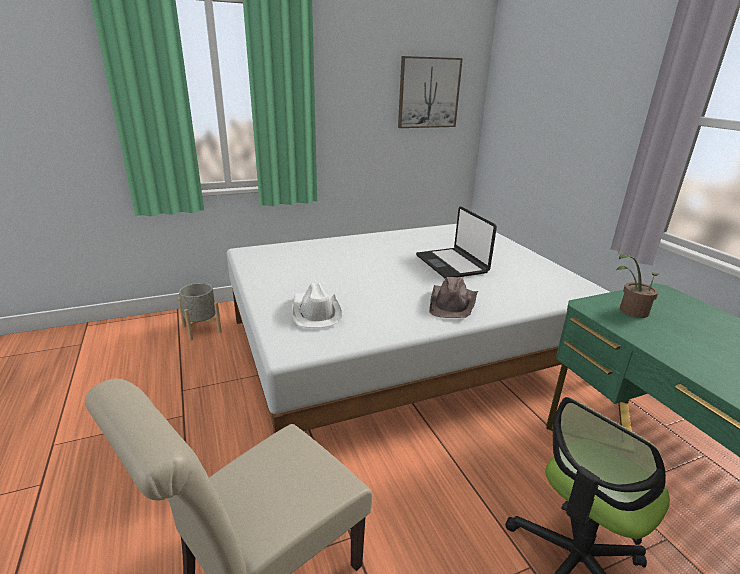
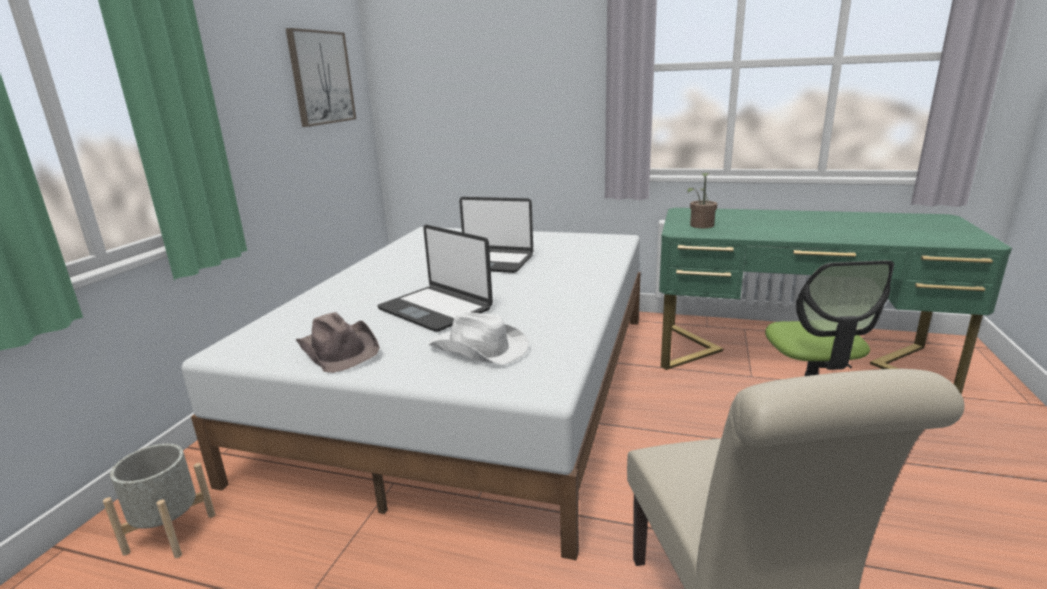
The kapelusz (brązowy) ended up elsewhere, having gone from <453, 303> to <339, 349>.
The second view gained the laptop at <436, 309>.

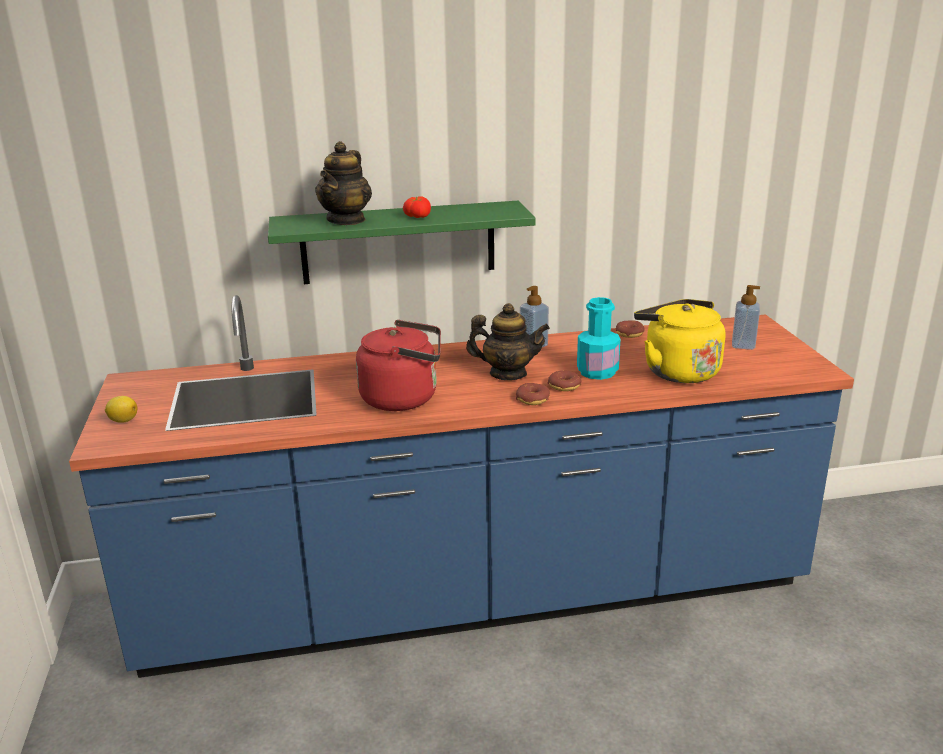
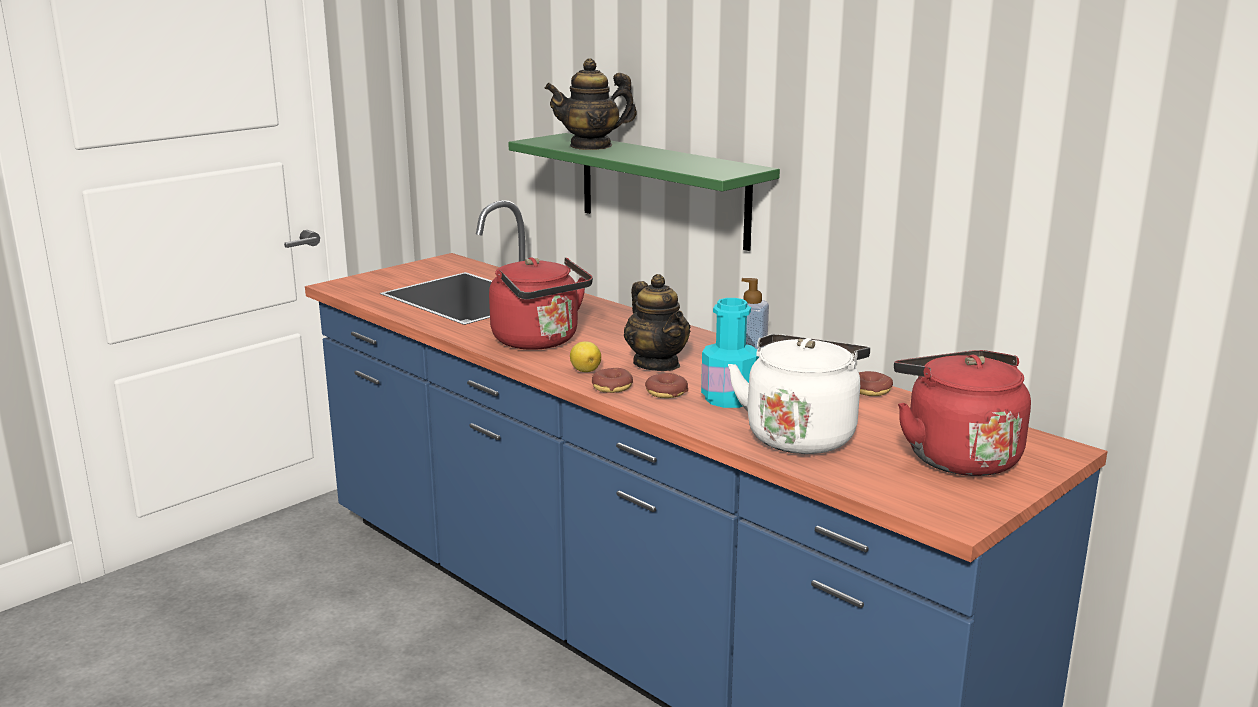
The second view lost the pomidor at <417, 217>.
Where the dozownik mydła stood at <743, 345>, the czajnik (czerwony) came to stand at <956, 456>.
What was the czajnik (żółty) at <677, 371> turned into the czajnik (biały) at <801, 435>.
The cytryna ended up elsewhere, having gone from <123, 420> to <585, 370>.

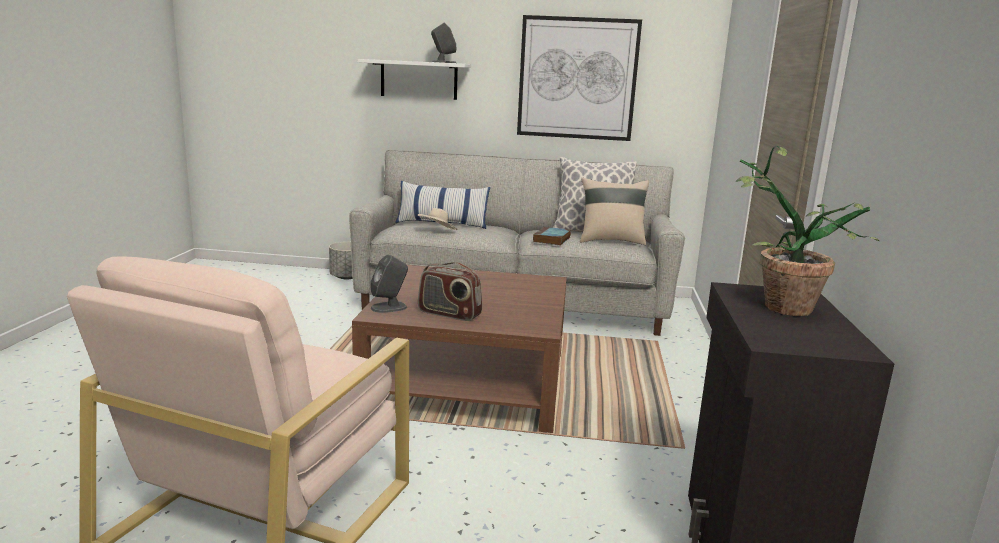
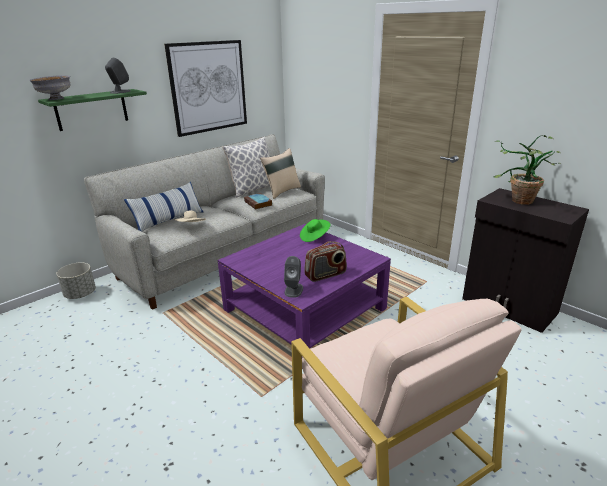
What was the półka (biały) at <419, 79> turned into the półka (zielony) at <91, 109>.
What was the ława (brązowy) at <468, 380> turned into the ława (fioletowy) at <304, 309>.
The second view gained the miska (szary) at <55, 99>.
The second view gained the kapelusz (zielony) at <314, 237>.

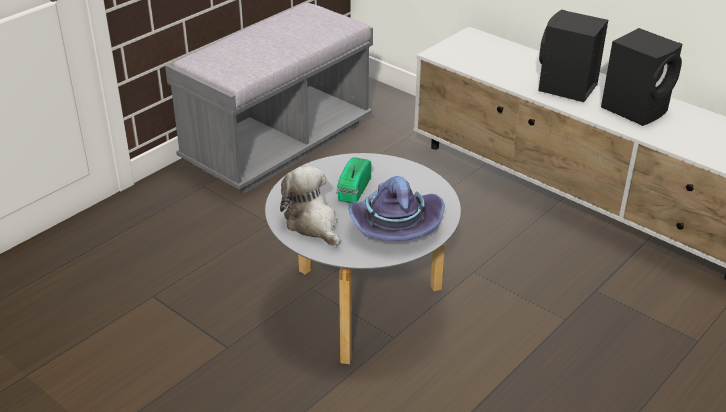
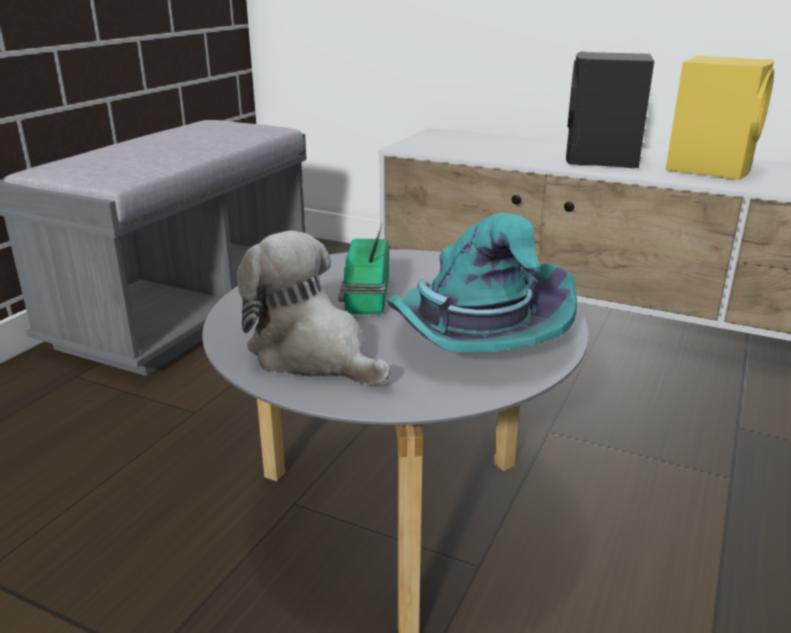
What was the głośnik (czarny) at <636, 109> turned into the głośnik (żółty) at <710, 168>.
What was the kapelusz (fioletowy) at <393, 226> turned into the kapelusz (turkusowy) at <472, 337>.

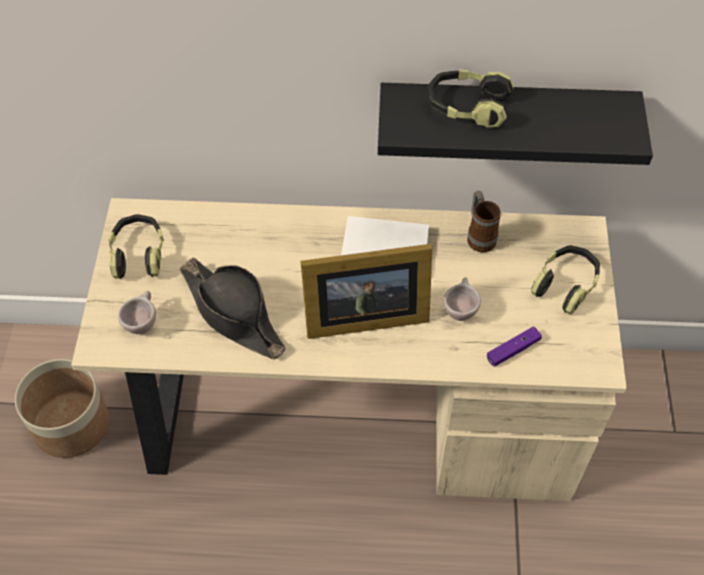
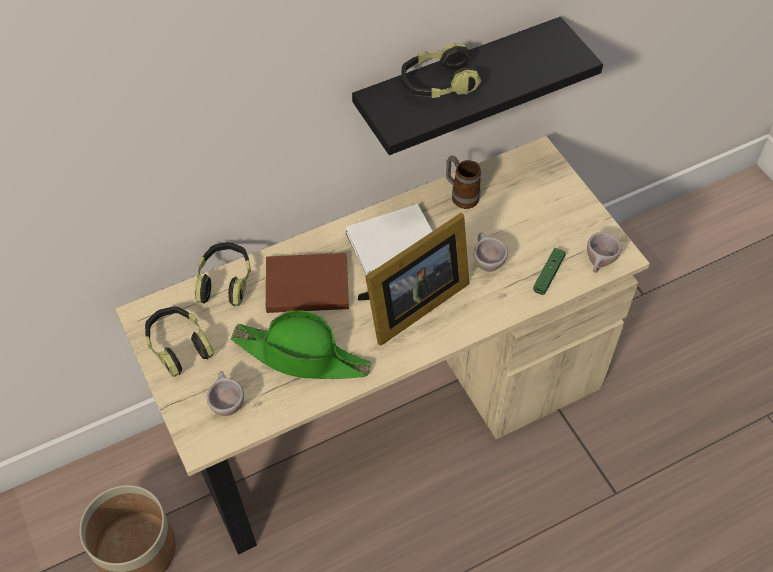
The słuchawki ended up elsewhere, having gone from <565, 285> to <225, 281>.
What was the kapelusz (czarny) at <233, 314> turned into the kapelusz (zielony) at <302, 356>.
What was the pad do gier (fioletowy) at <513, 350> turned into the pad do gier (zielony) at <548, 275>.
The second view gained the filiżanka (beżowy) at <599, 265>.
The second view gained the książka (brązowy) at <304, 284>.

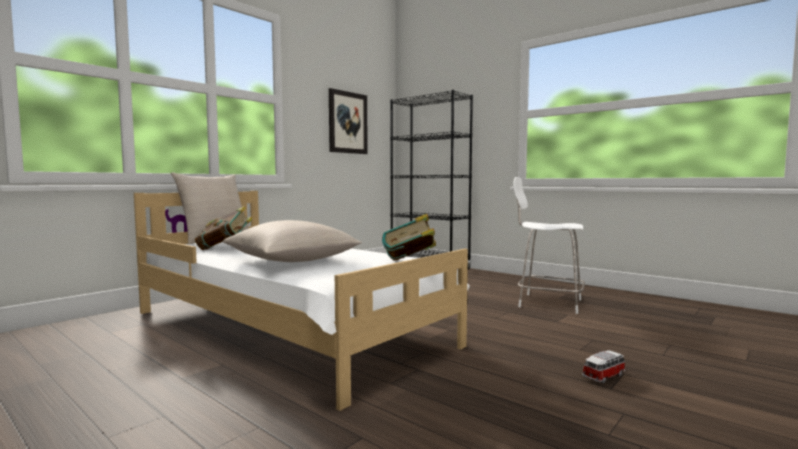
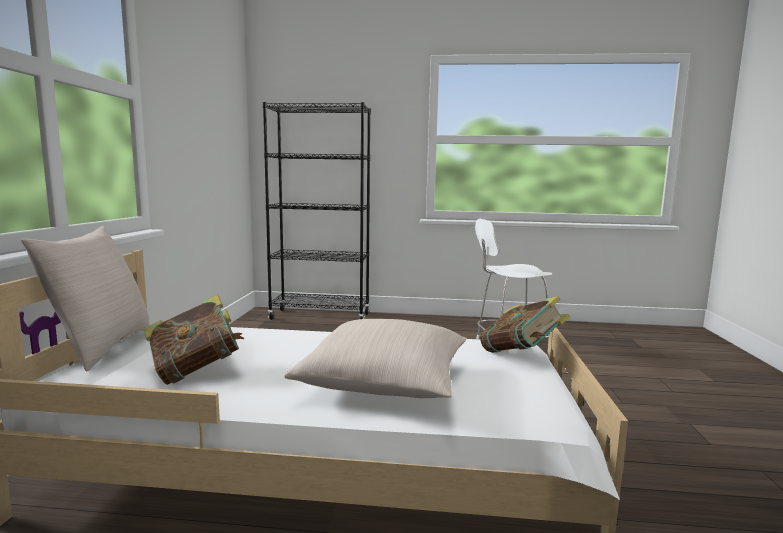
The second view lost the obraz at <348, 122>.
The second view lost the samochodzik at <604, 376>.

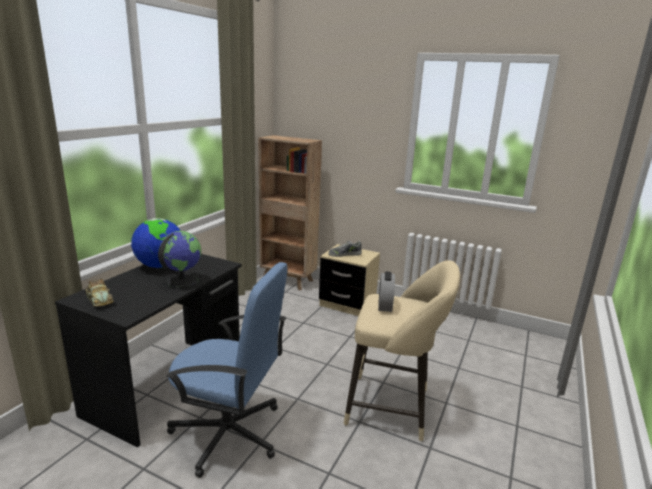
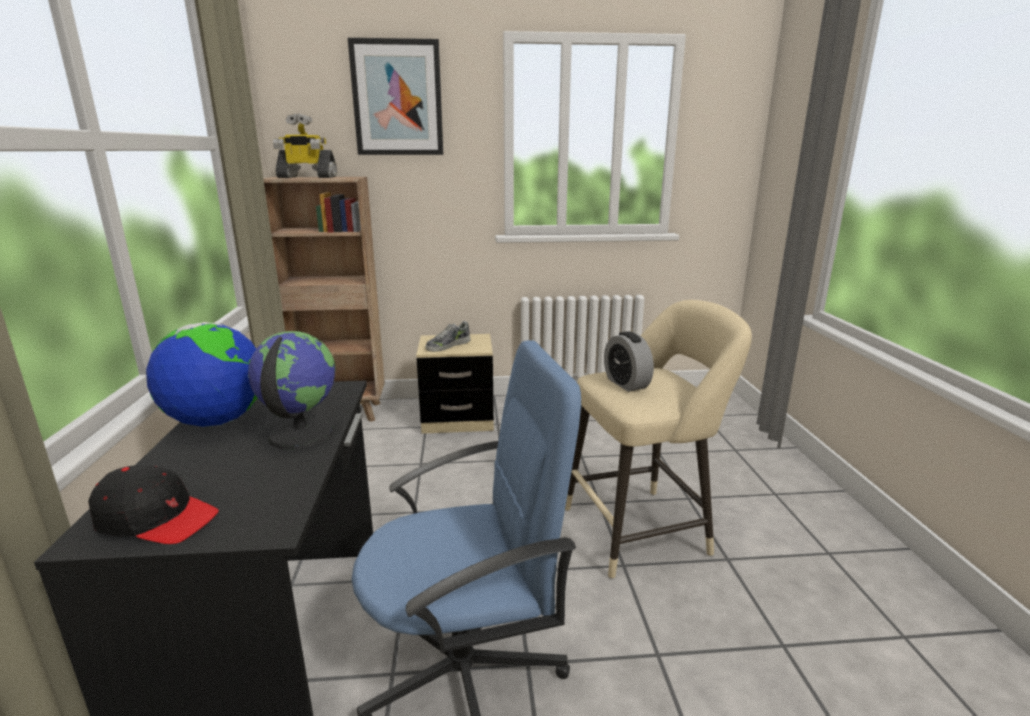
Where the samochodzik stood at <99, 299>, the czapka z daszkiem (czarny) came to stand at <157, 518>.
The second view gained the obraz at <397, 98>.
The second view gained the robot zabawkowy at <307, 177>.

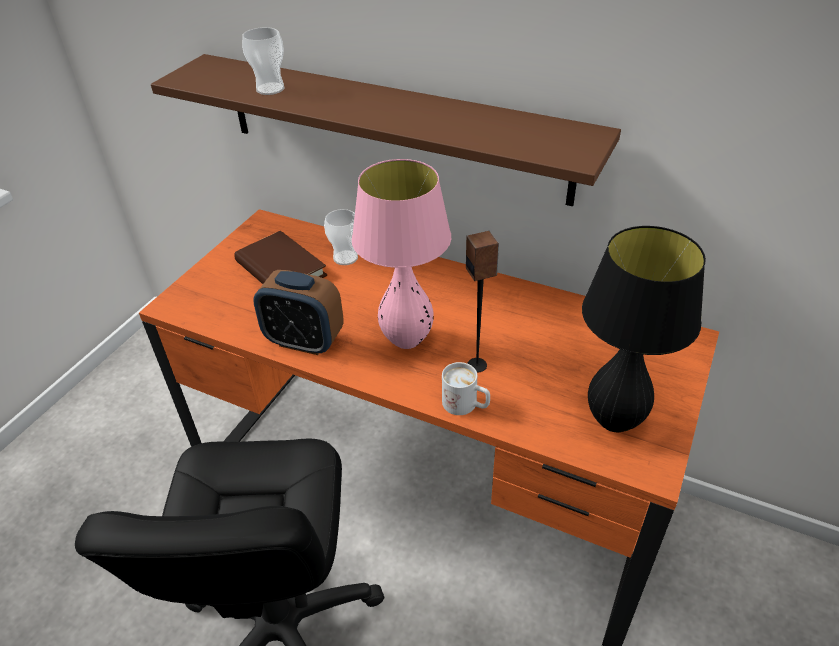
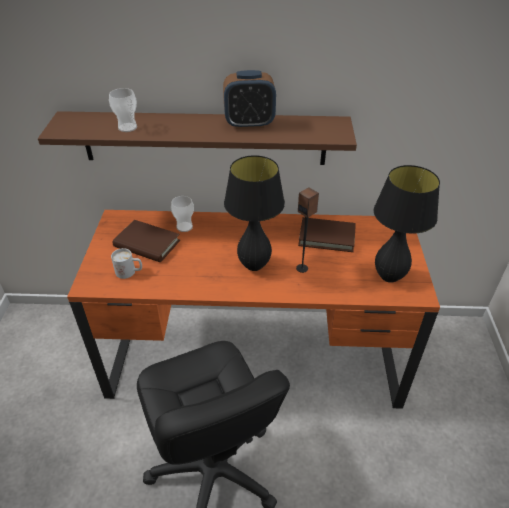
What was the lampa stołowa (różowy) at <407, 340> turned into the lampa stołowa (czarny) at <254, 265>.
The budzik ended up elsewhere, having gone from <304, 341> to <249, 124>.
The kubek (biały) ended up elsewhere, having gone from <466, 405> to <129, 272>.
The second view gained the książka (brązowy) at <326, 237>.

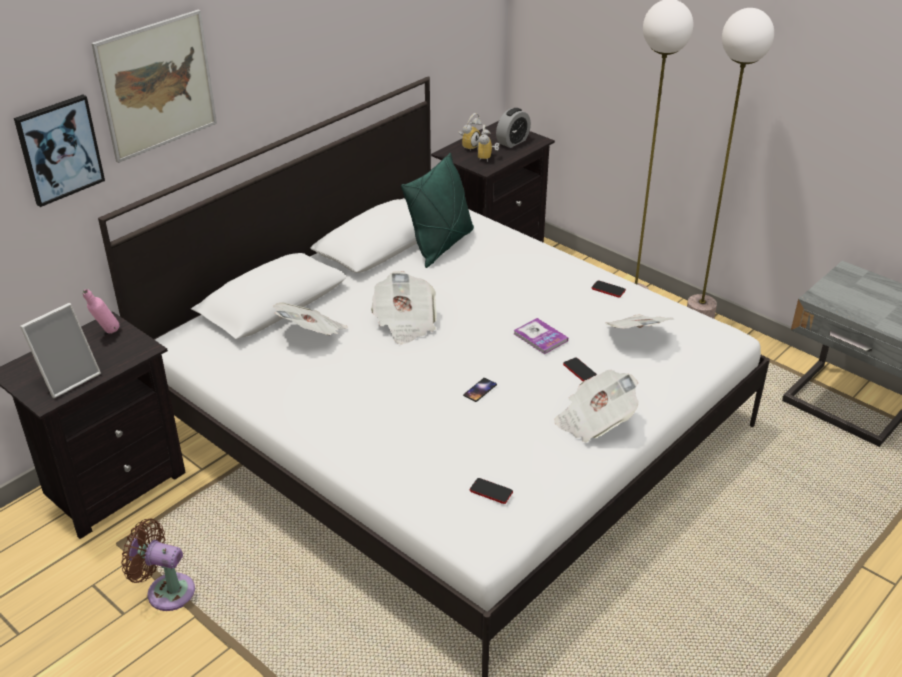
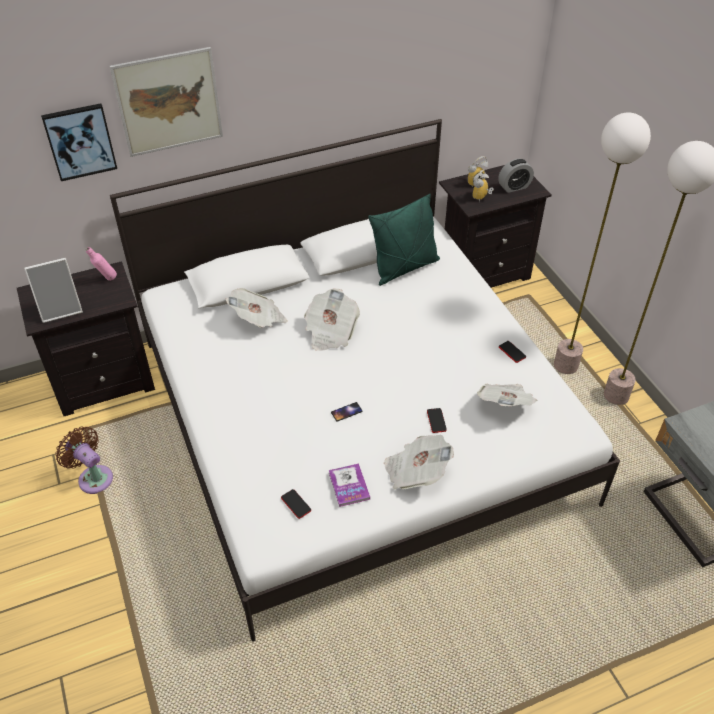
The książka ended up elsewhere, having gone from <540, 337> to <349, 486>.

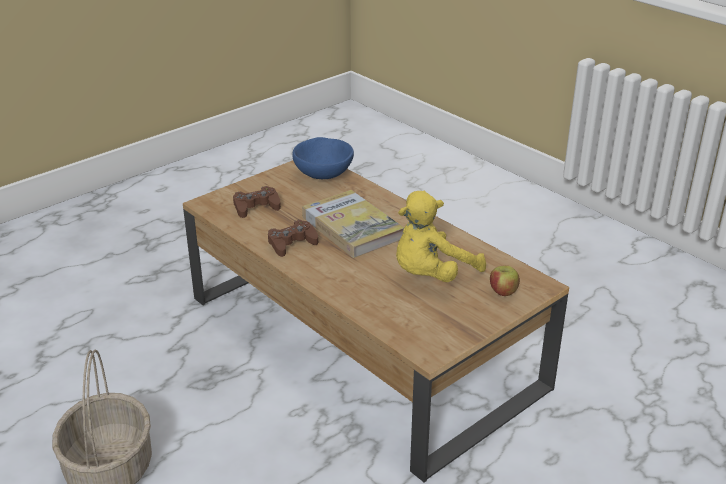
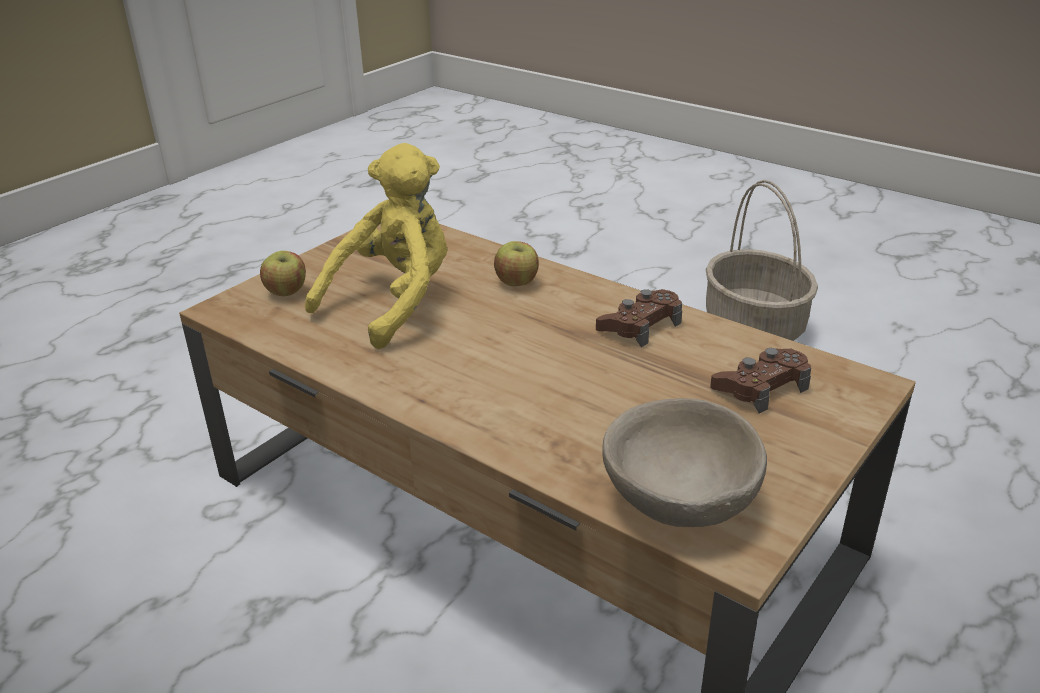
What was the miska (niebieski) at <324, 174> turned into the miska (beżowy) at <677, 500>.
The second view lost the książka at <352, 227>.
The second view gained the jabłko at <517, 282>.

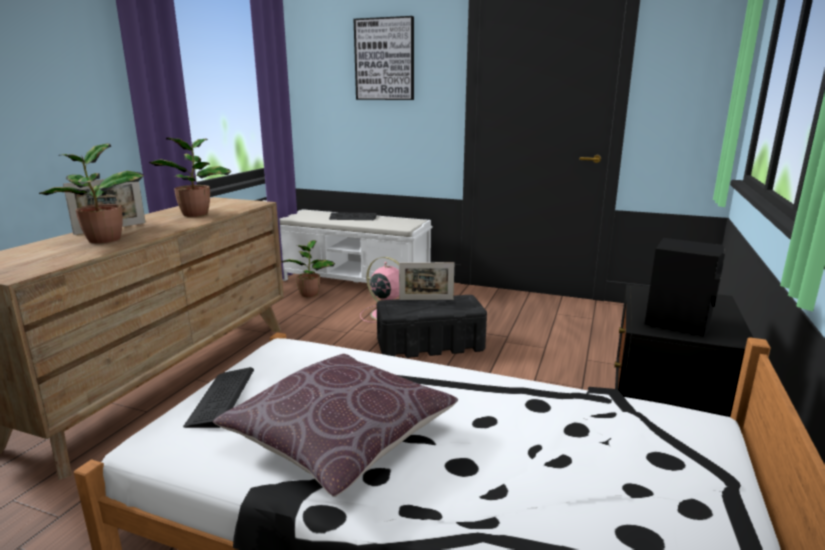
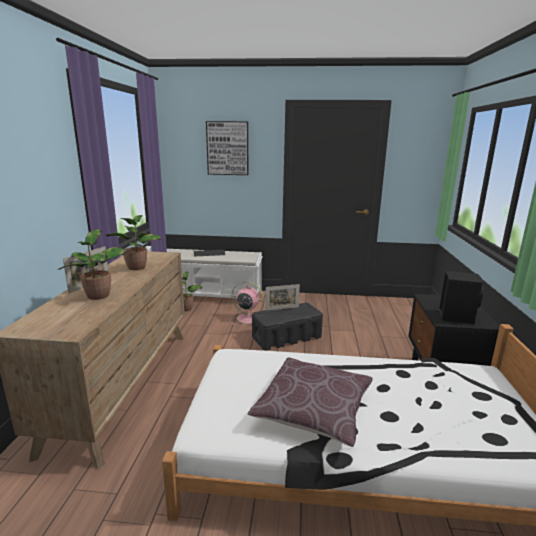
The second view lost the klawiatura at <221, 399>.

